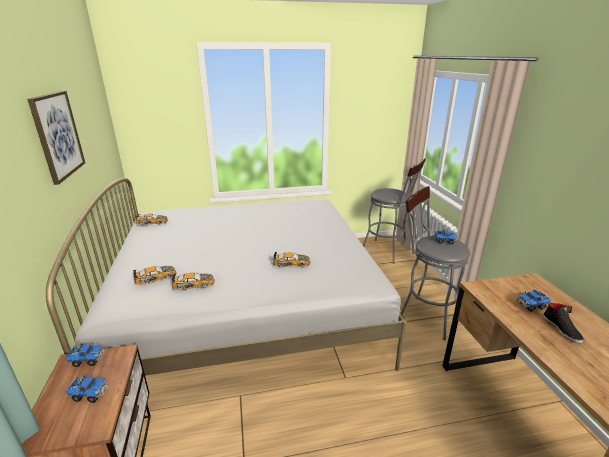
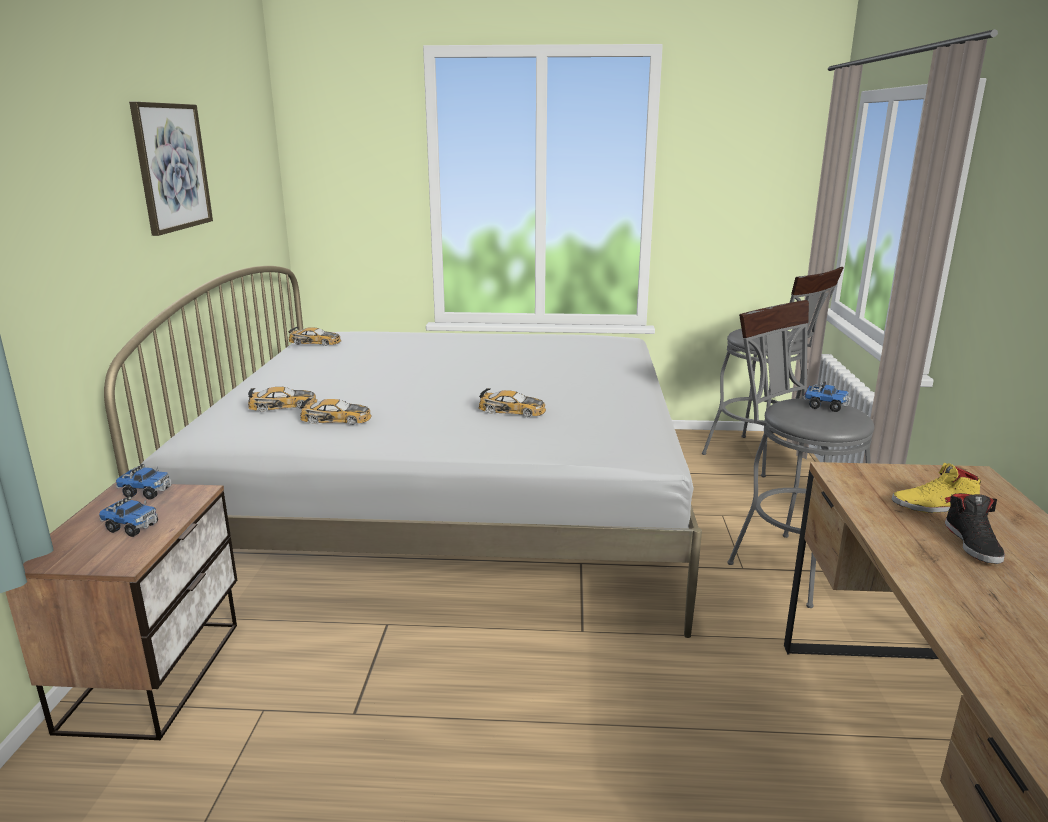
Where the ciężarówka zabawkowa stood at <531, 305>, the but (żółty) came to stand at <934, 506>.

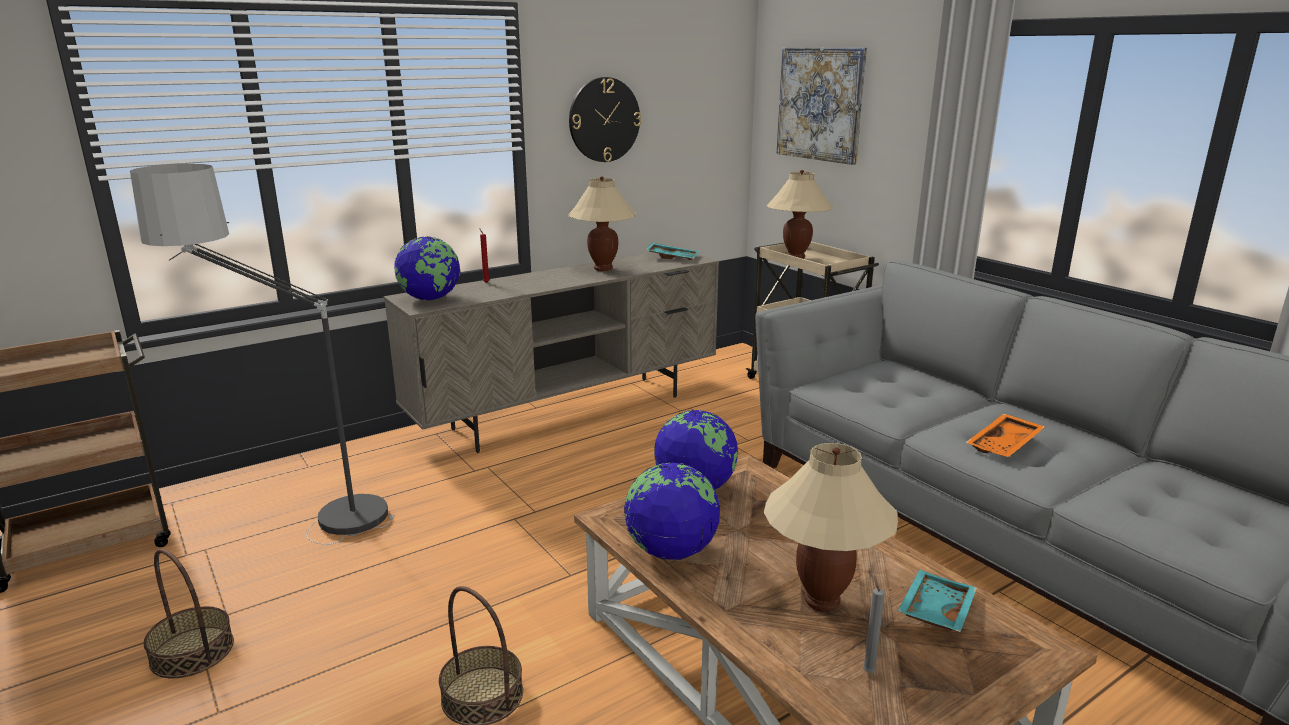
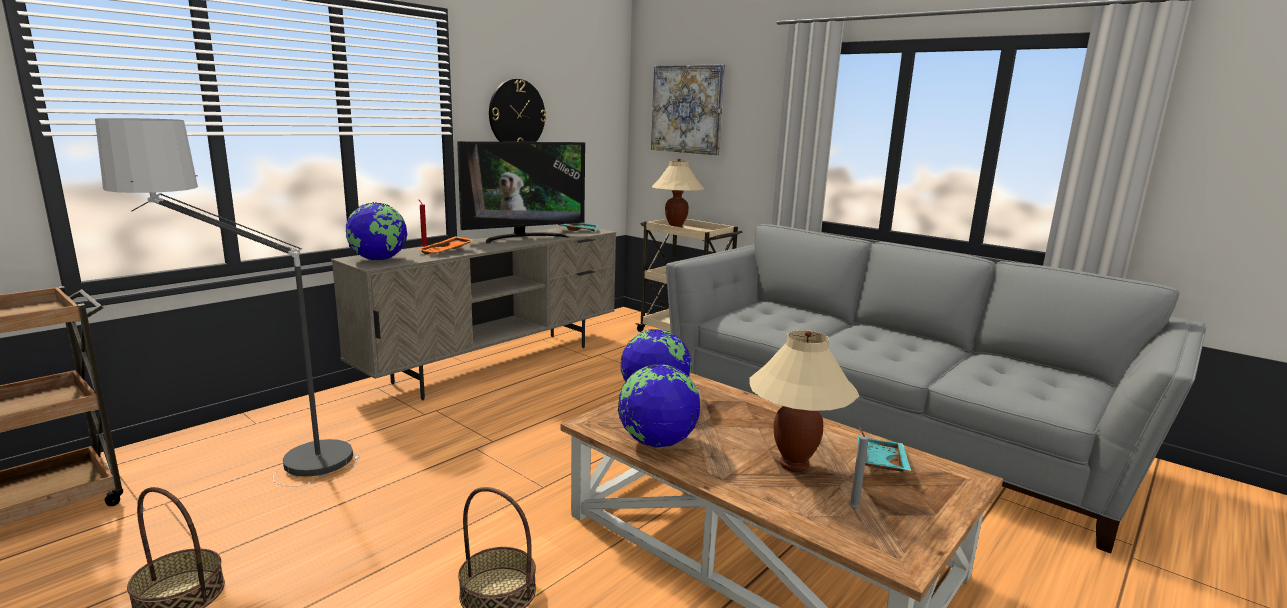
Where the lampa stołowa (beżowy) stood at <603, 269>, the telewizor came to stand at <523, 238>.
The taca (pomarańczowy) ended up elsewhere, having gone from <1005, 445> to <447, 252>.

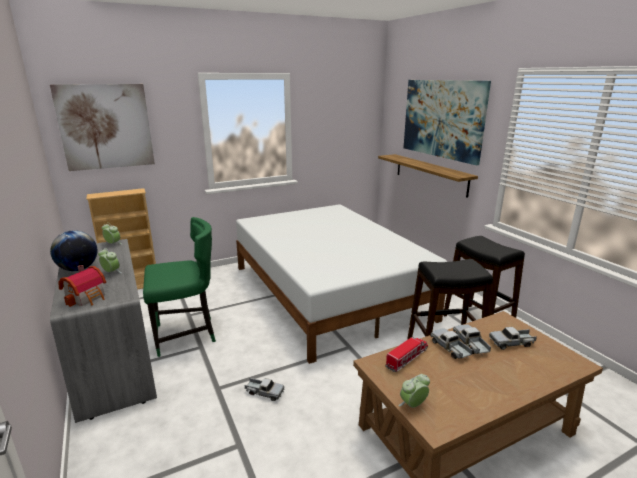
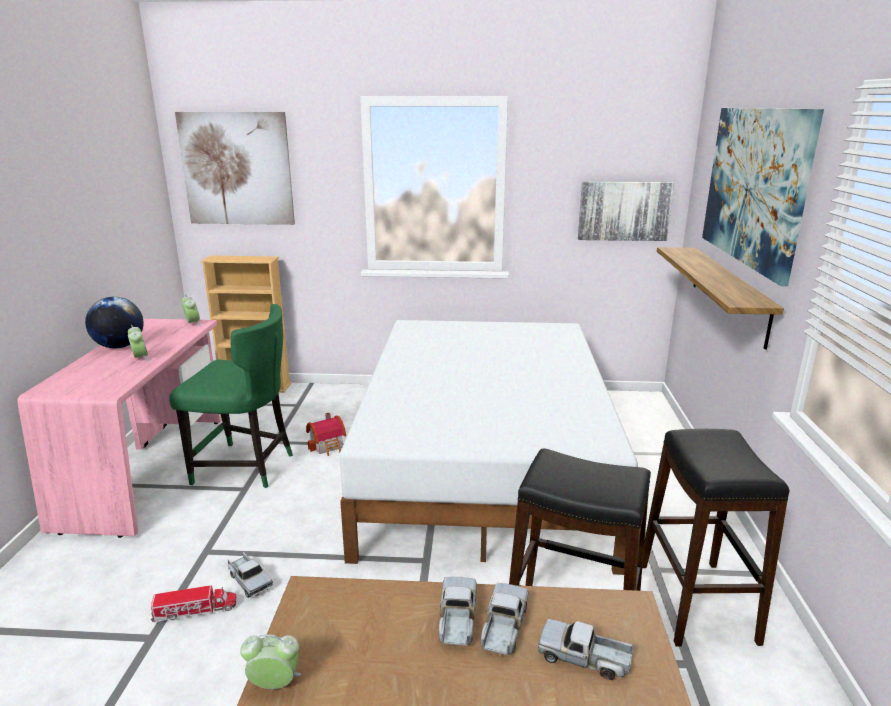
What was the biurko (szary) at <114, 357> turned into the biurko (różowy) at <150, 469>.
The domek ended up elsewhere, having gone from <88, 297> to <328, 446>.
The ciężarówka zabawkowa ended up elsewhere, having gone from <407, 358> to <195, 611>.
The second view gained the obraz at <624, 211>.

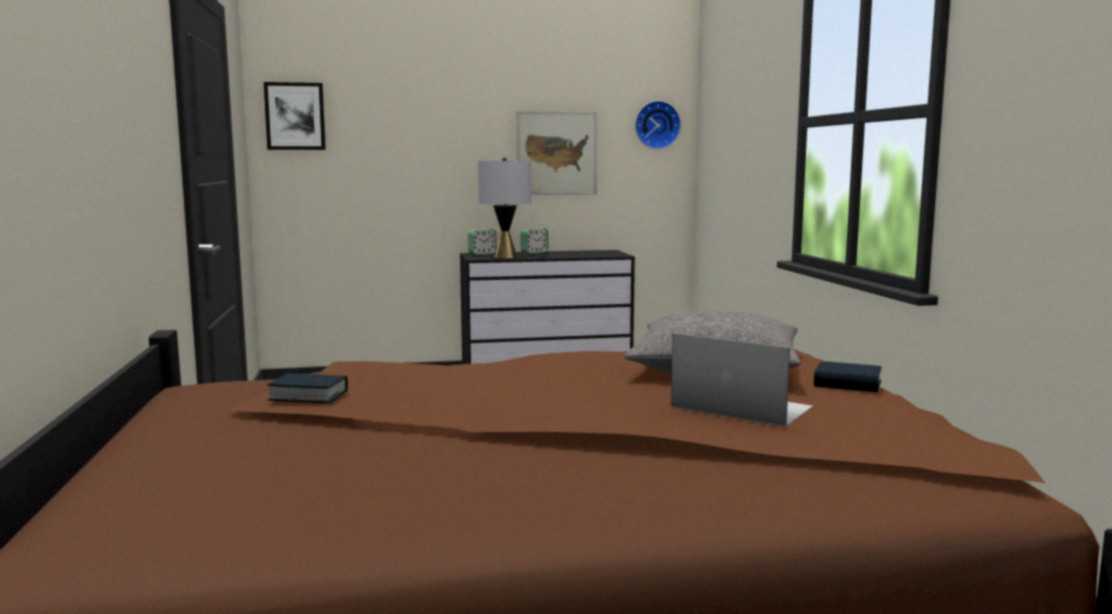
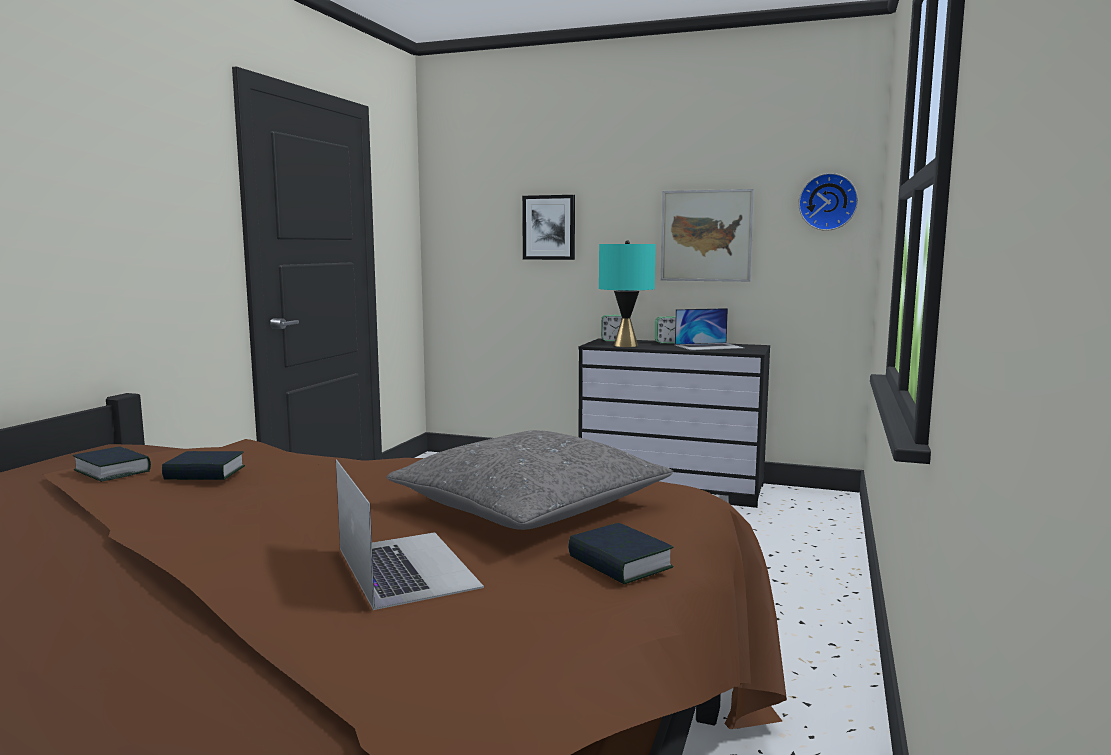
The obraz ended up elsewhere, having gone from <295, 116> to <549, 227>.
What was the lampa stołowa (szary) at <505, 257> turned into the lampa stołowa (turkusowy) at <625, 345>.
The second view gained the laptop at <709, 346>.
The second view gained the książka at <205, 473>.

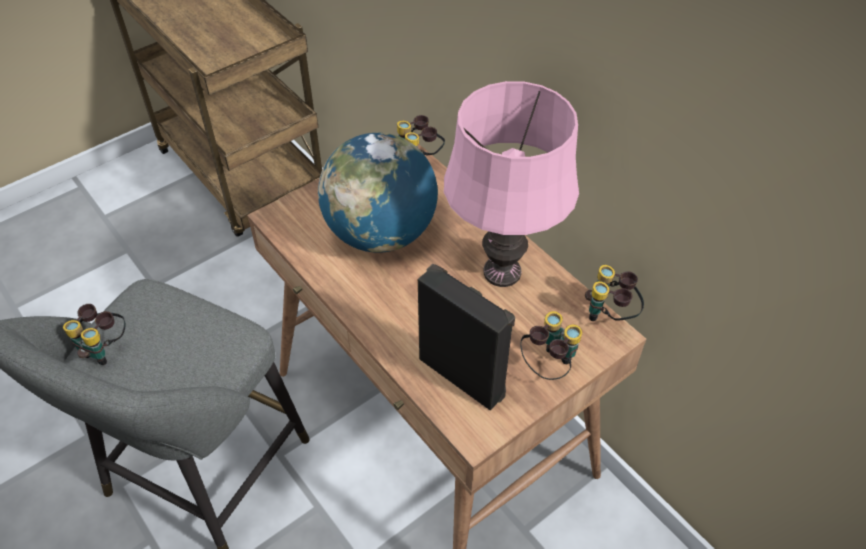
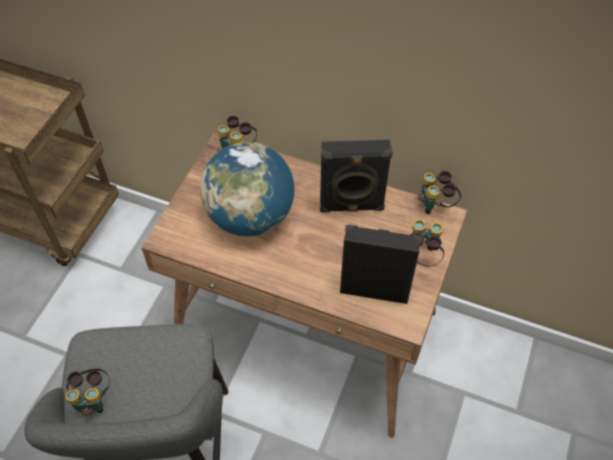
Where the lampa stołowa (różowy) stood at <503, 272>, the głośnik (czarny) came to stand at <351, 207>.

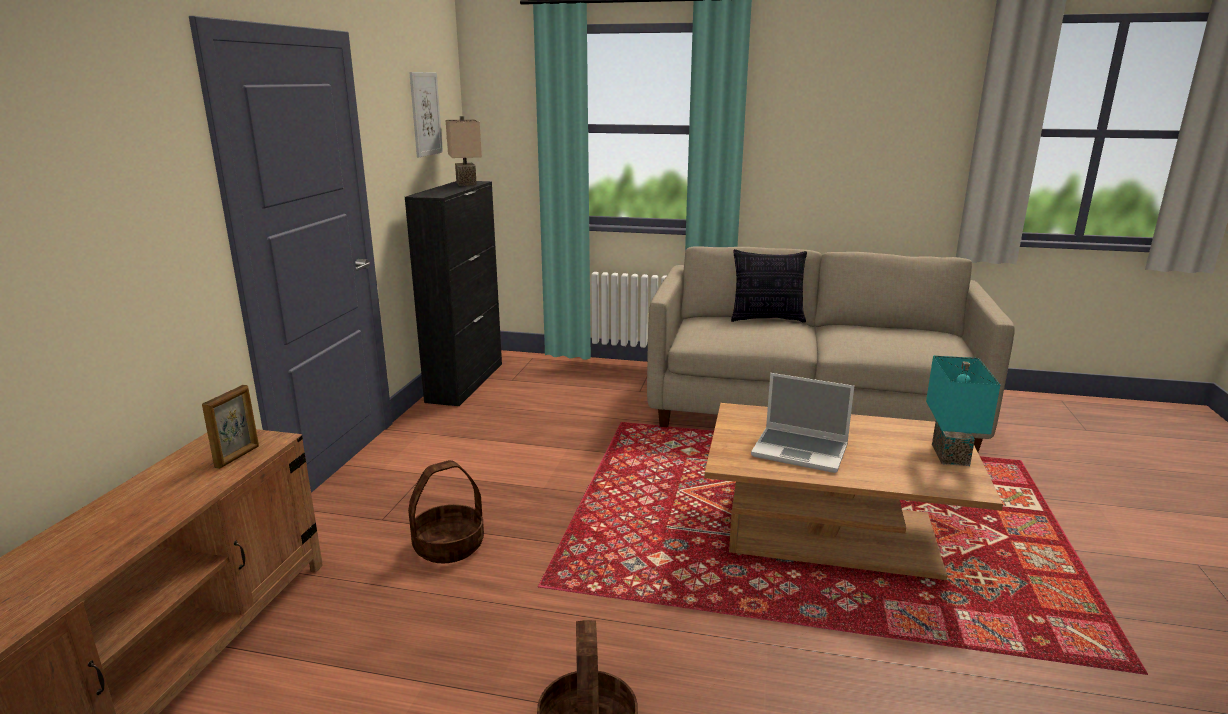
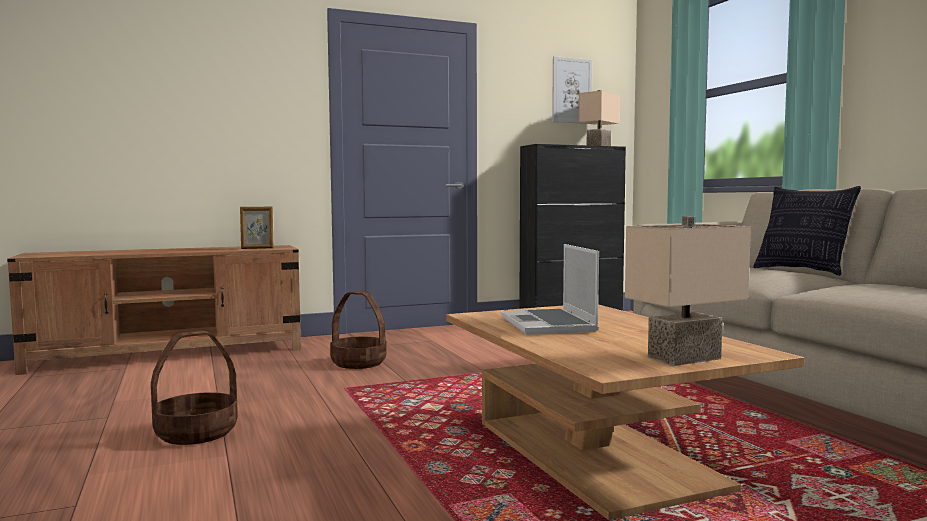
What was the lampa stołowa (turkusowy) at <947, 454> turned into the lampa stołowa (beżowy) at <682, 357>.

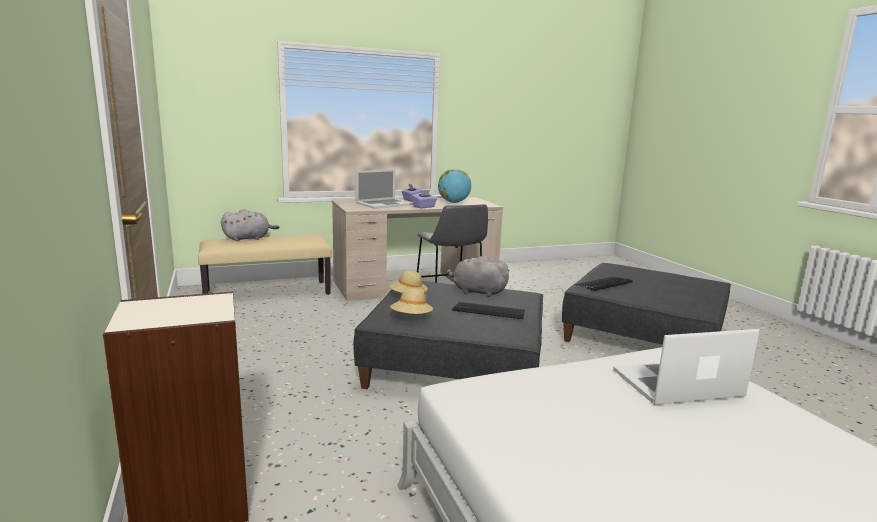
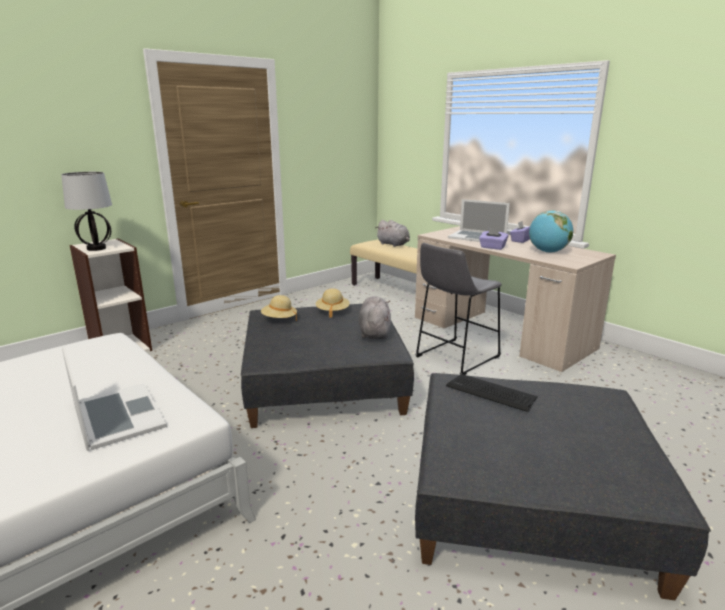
The second view lost the klawiatura at <489, 311>.
The second view gained the lampa stołowa at <97, 248>.

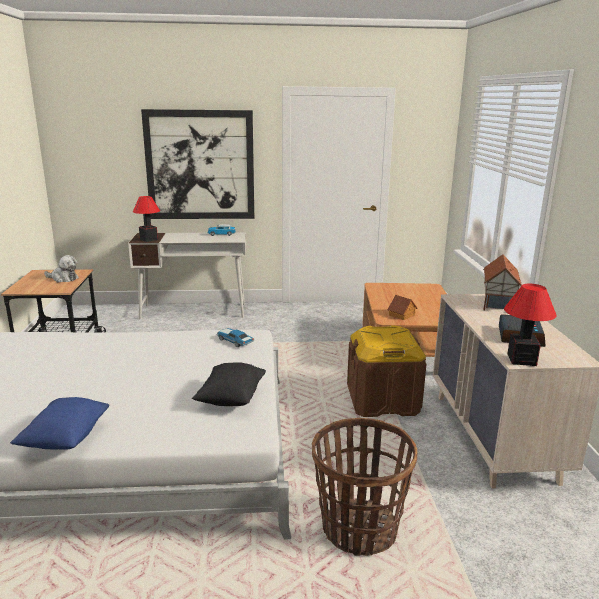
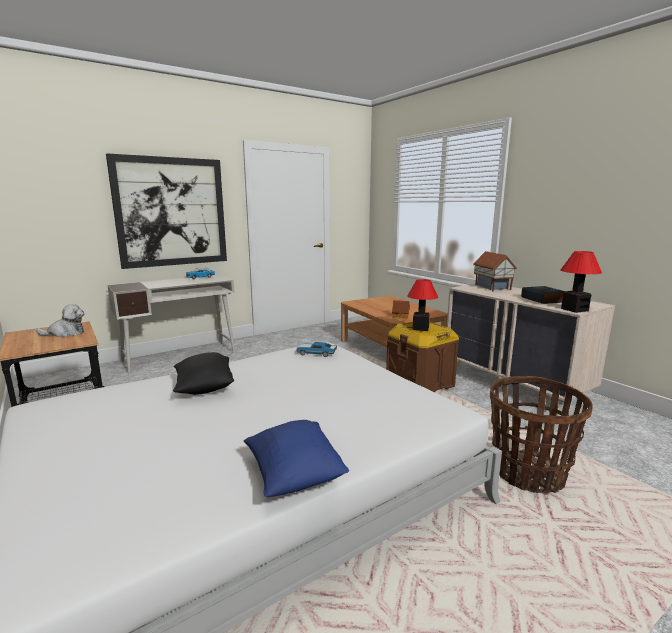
The lampa stołowa ended up elsewhere, having gone from <149, 239> to <420, 328>.
The poduszka (czarny) ended up elsewhere, having gone from <231, 398> to <204, 388>.

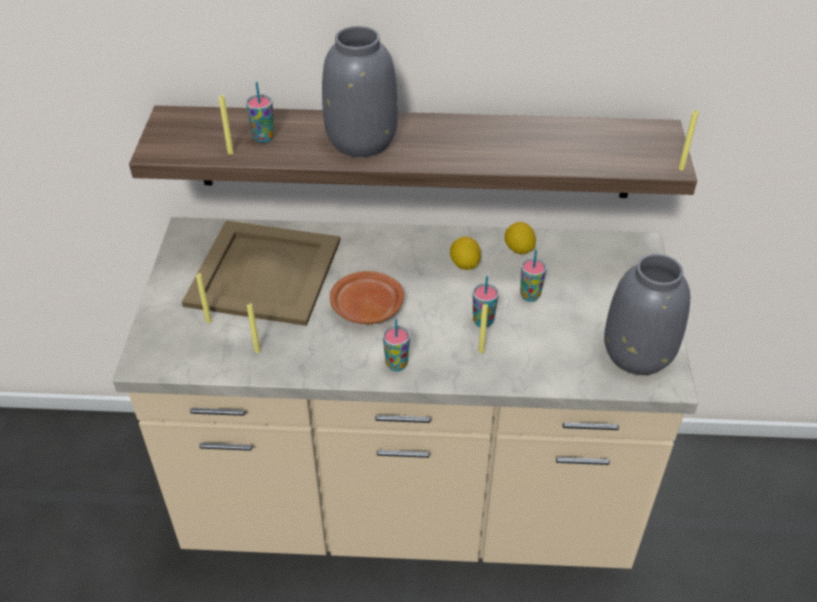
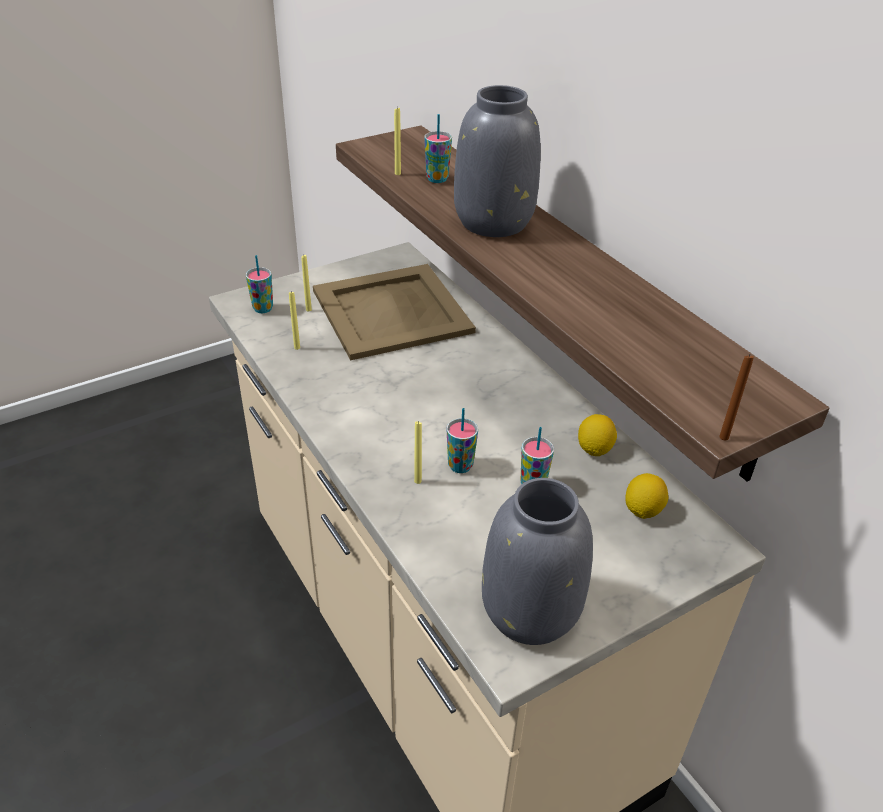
What was the świeca (żółty) at <681, 168> turned into the świeca (brązowy) at <724, 437>.
The cytryna ended up elsewhere, having gone from <464, 264> to <642, 510>.
The second view lost the talerz (brązowy) at <366, 307>.
The filiżanka ended up elsewhere, having gone from <396, 364> to <263, 309>.

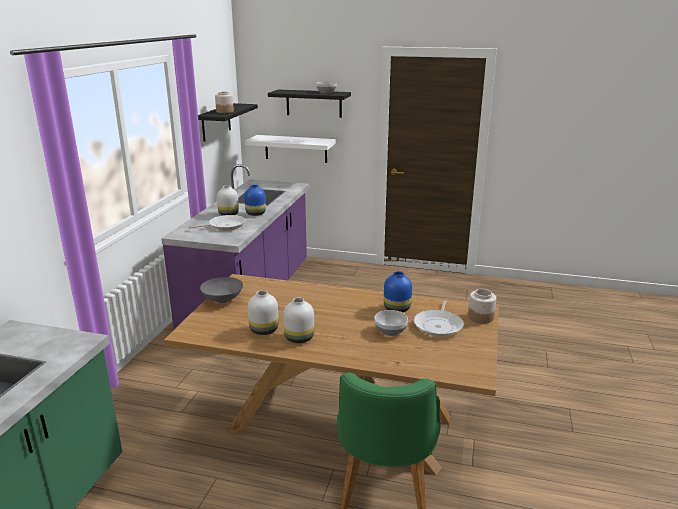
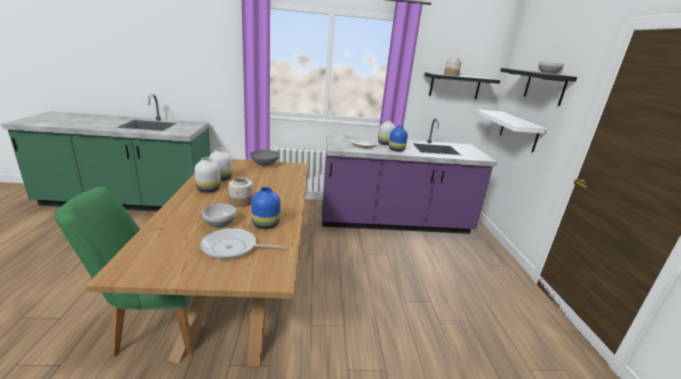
The słoik ended up elsewhere, having gone from <481, 317> to <241, 202>.

